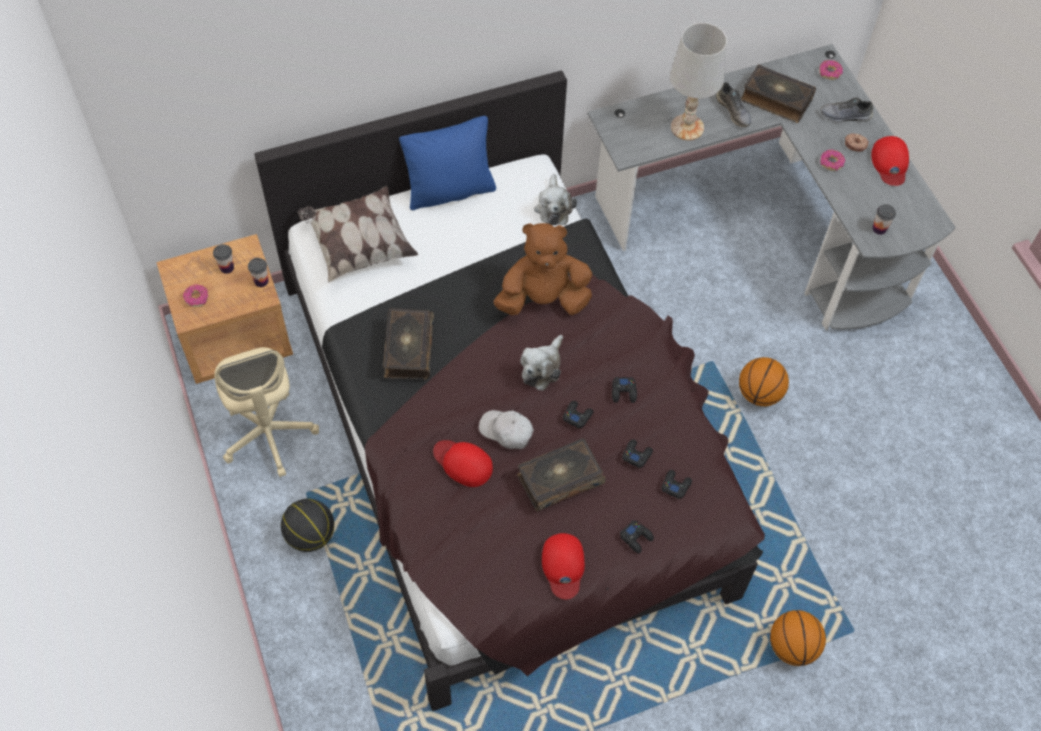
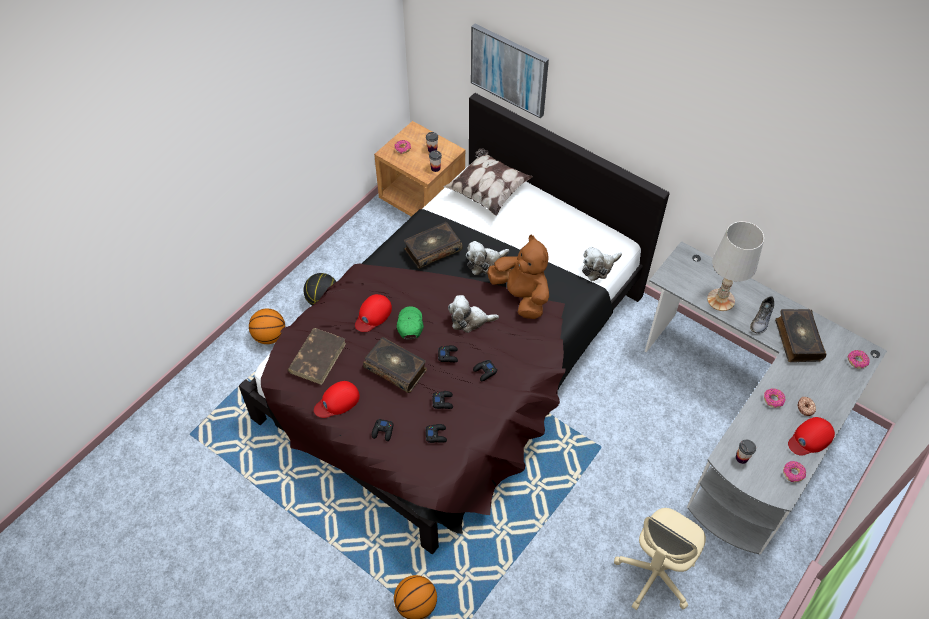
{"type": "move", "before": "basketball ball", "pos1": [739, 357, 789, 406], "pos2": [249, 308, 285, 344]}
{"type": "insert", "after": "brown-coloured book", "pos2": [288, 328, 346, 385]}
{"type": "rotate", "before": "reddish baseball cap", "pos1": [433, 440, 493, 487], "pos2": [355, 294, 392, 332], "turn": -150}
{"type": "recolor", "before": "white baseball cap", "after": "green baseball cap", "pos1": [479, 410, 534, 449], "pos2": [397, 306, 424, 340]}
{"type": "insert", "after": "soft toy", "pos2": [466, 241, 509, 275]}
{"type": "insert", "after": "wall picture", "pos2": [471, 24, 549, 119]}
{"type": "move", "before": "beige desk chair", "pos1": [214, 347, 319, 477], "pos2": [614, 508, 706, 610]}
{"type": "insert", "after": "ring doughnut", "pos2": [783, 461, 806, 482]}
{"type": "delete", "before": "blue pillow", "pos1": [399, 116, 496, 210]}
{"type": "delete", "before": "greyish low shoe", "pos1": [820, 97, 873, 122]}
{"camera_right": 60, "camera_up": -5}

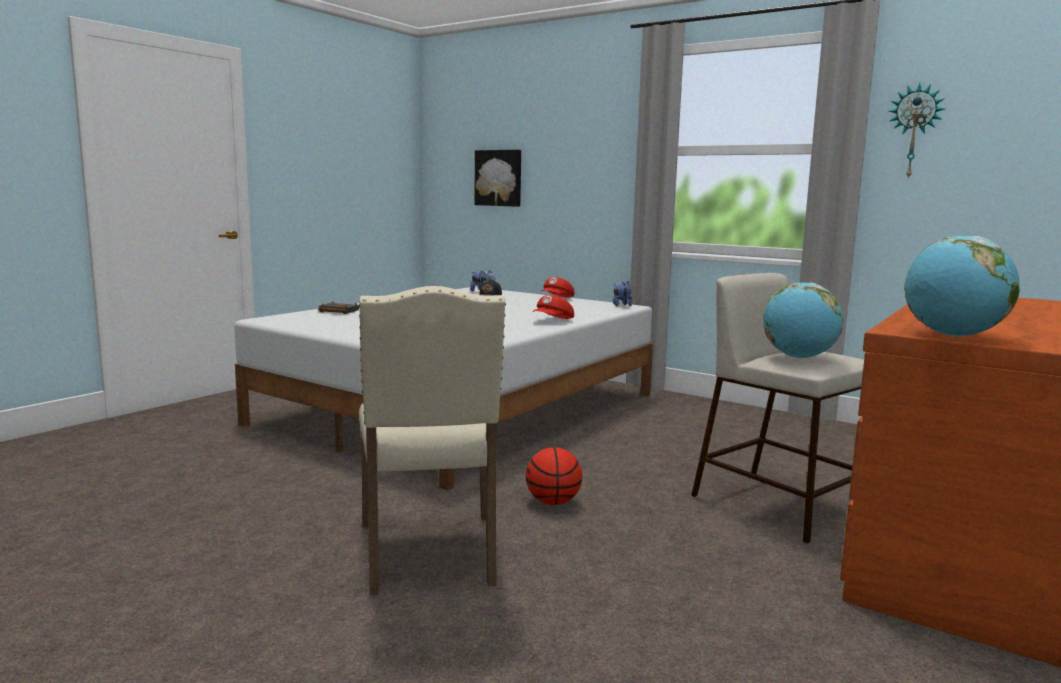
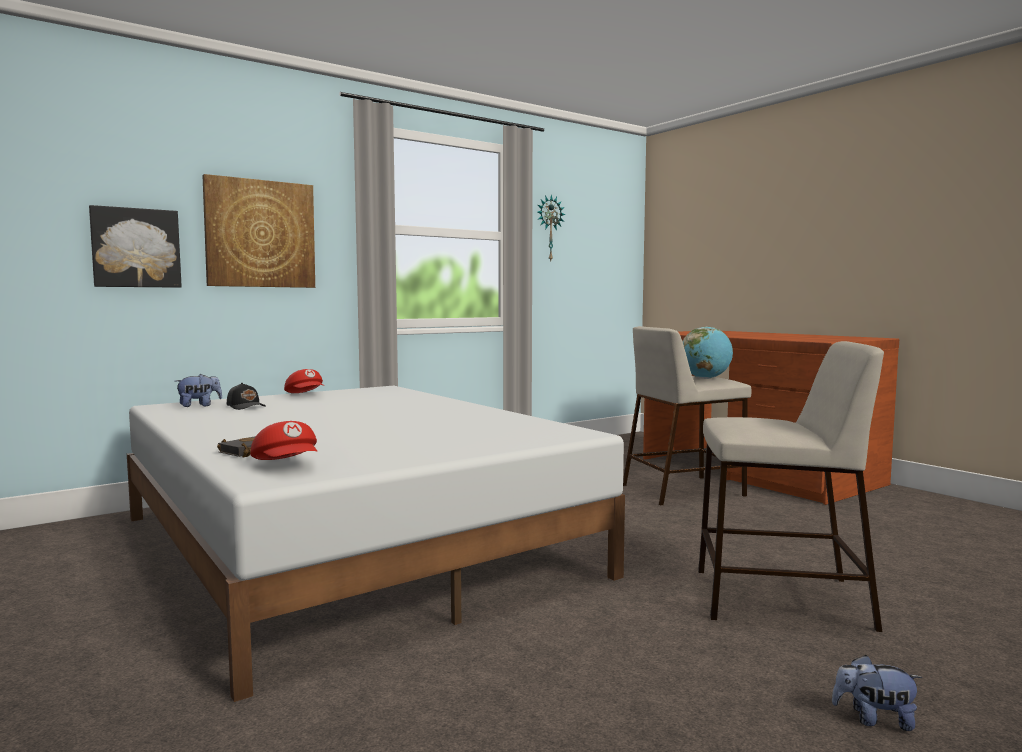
{"type": "insert", "after": "wall picture", "pos2": [202, 174, 315, 288]}
{"type": "move", "before": "reddish baseball cap", "pos1": [532, 295, 574, 319], "pos2": [250, 421, 318, 460]}
{"type": "replace", "before": "beige plain chair", "after": "beige sitting stool", "pos1": [359, 286, 506, 595], "pos2": [698, 341, 884, 632]}
{"type": "move", "before": "soft toy", "pos1": [613, 281, 633, 306], "pos2": [832, 655, 923, 731]}
{"type": "delete", "before": "basketball ball", "pos1": [526, 447, 582, 505]}
{"type": "delete", "before": "globe", "pos1": [904, 236, 1020, 337]}
{"camera_right": -70, "camera_up": -5}

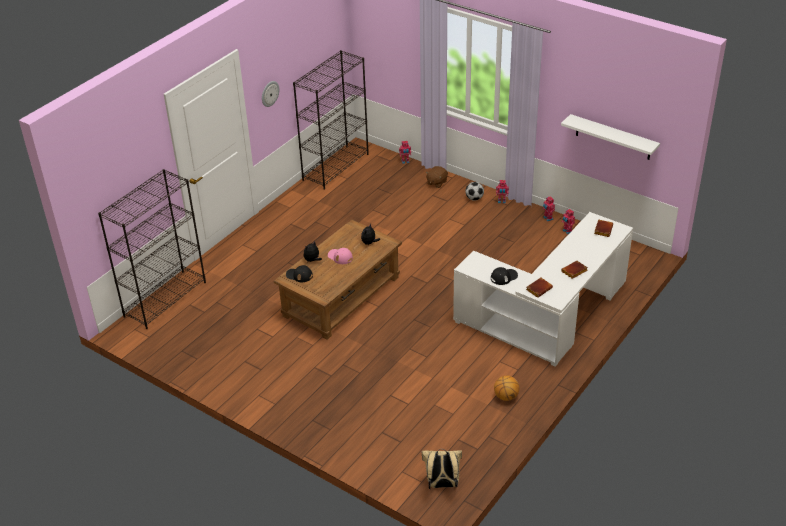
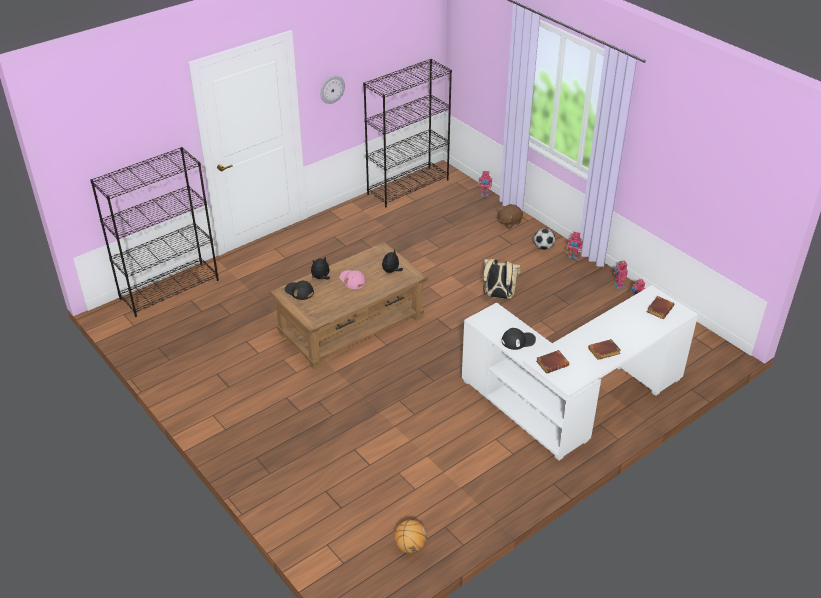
{"type": "move", "before": "basketball ball", "pos1": [494, 375, 519, 401], "pos2": [394, 520, 427, 553]}
{"type": "move", "before": "beige rucksack", "pos1": [422, 449, 462, 489], "pos2": [483, 259, 521, 299]}
{"type": "delete", "before": "white shelf", "pos1": [561, 114, 660, 160]}
{"camera_right": 15, "camera_up": 0}

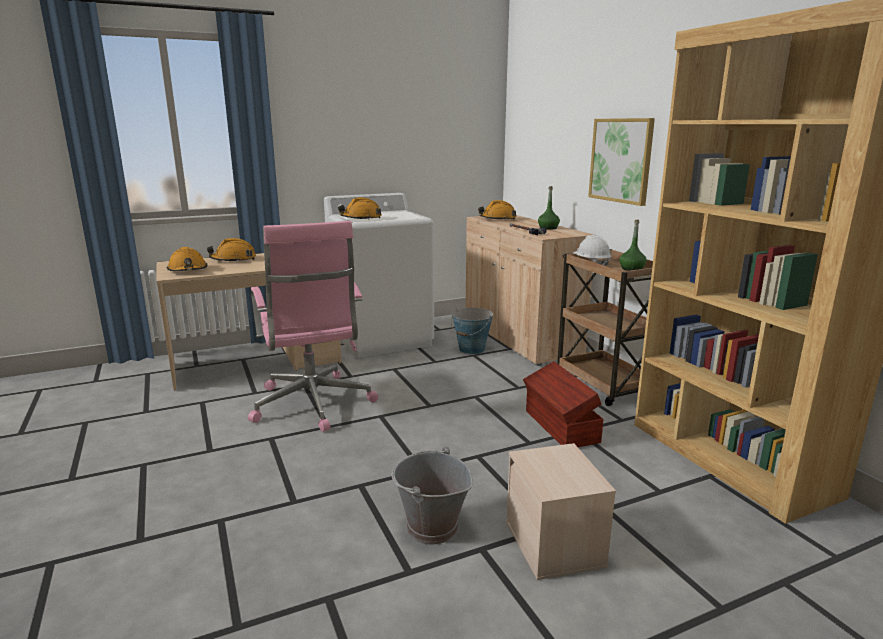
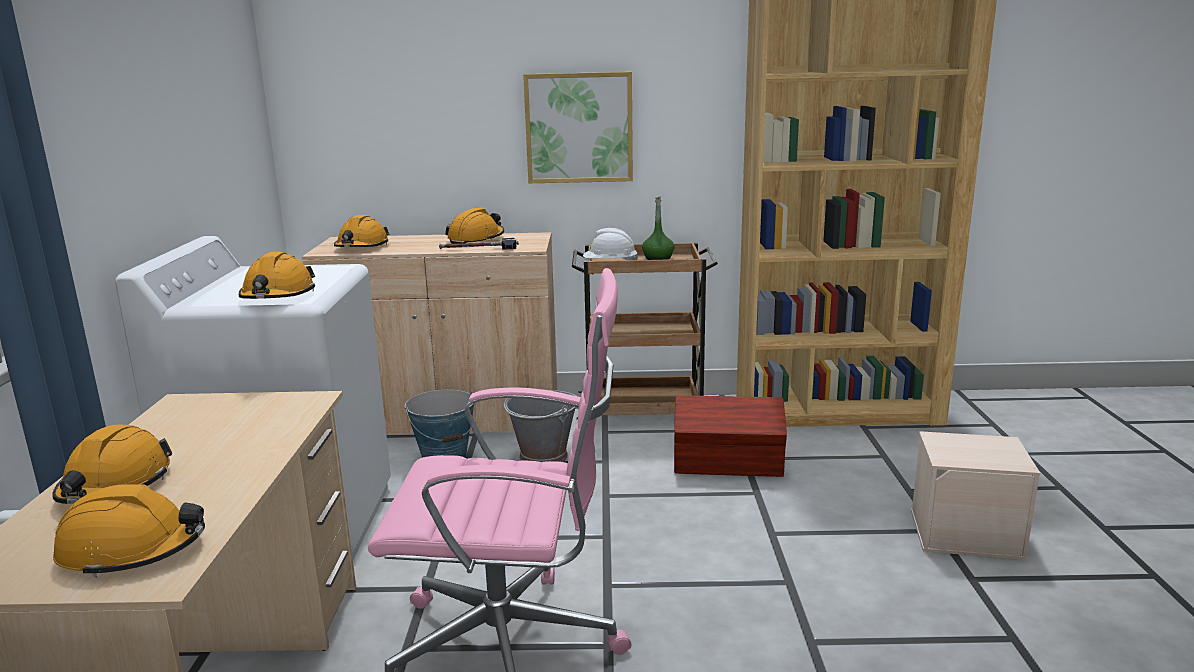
{"type": "replace", "before": "green drink bottle", "after": "orange safety helmet", "pos1": [538, 186, 560, 230], "pos2": [445, 207, 504, 244]}
{"type": "move", "before": "greyish pail", "pos1": [392, 446, 473, 544], "pos2": [504, 387, 576, 462]}
{"camera_right": -65, "camera_up": 0}

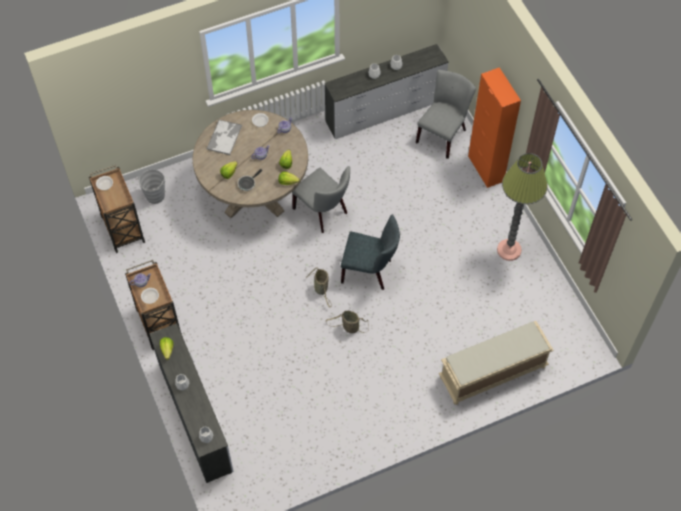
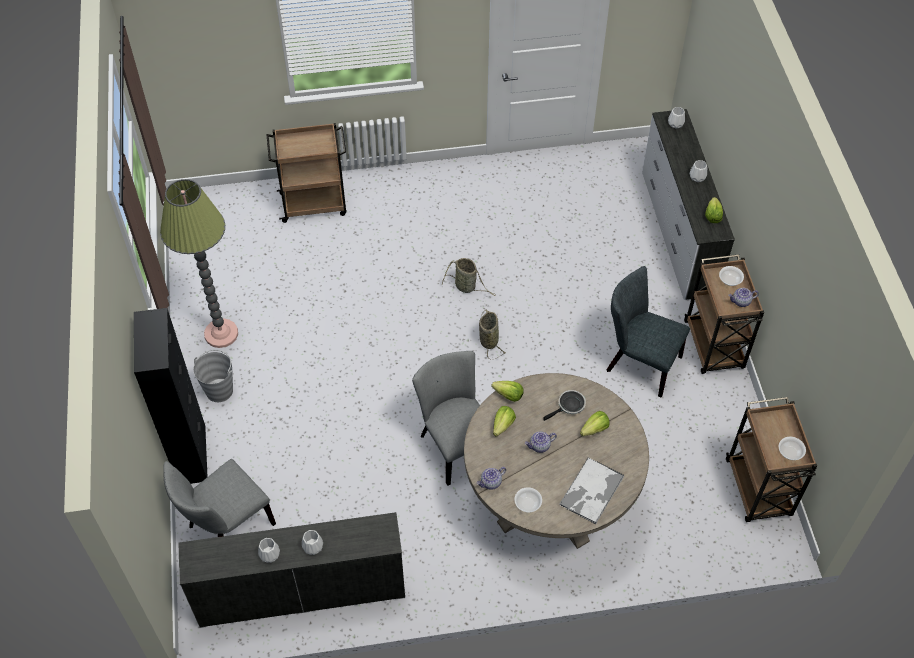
{"type": "recolor", "before": "orange cabinet", "after": "black cabinet", "pos1": [468, 67, 521, 188], "pos2": [134, 308, 207, 484]}
{"type": "move", "before": "greyish pail", "pos1": [137, 170, 165, 204], "pos2": [193, 350, 233, 402]}
{"type": "replace", "before": "beige indoor bench", "after": "brown-coloured wheeled cart", "pos1": [439, 321, 554, 405], "pos2": [267, 123, 347, 223]}
{"type": "move", "before": "greyish plain chair", "pos1": [341, 215, 400, 290], "pos2": [607, 266, 690, 397]}
{"camera_right": -165, "camera_up": -5}

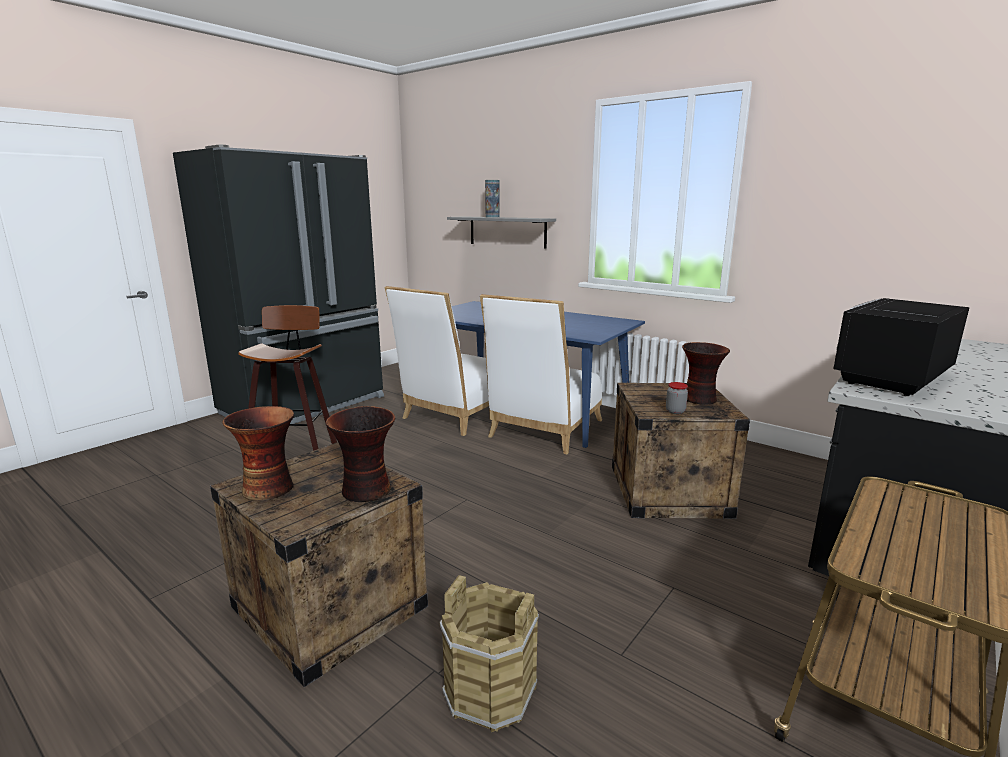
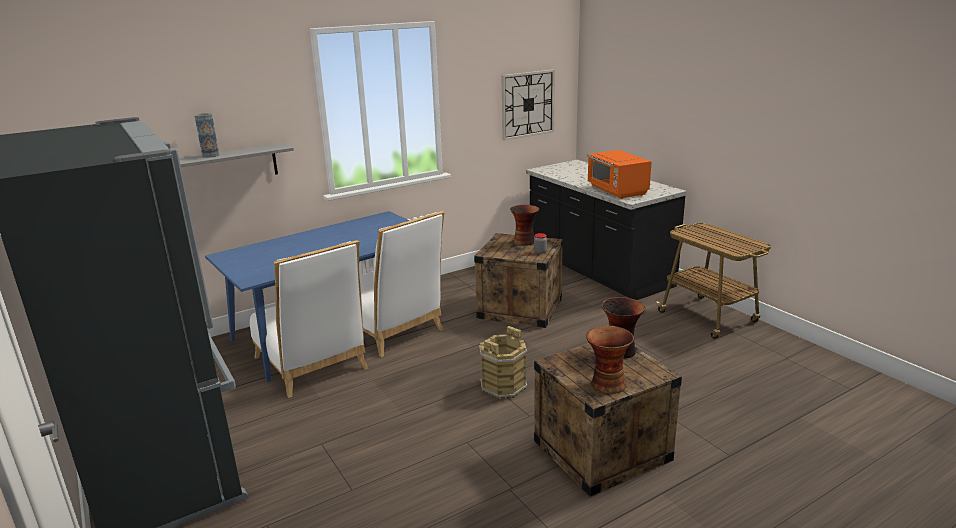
{"type": "move", "before": "brown-coloured pail", "pos1": [439, 575, 539, 732], "pos2": [479, 326, 527, 399]}
{"type": "insert", "after": "clock on the wall", "pos2": [501, 70, 555, 140]}
{"type": "recolor", "before": "black kitchen microwave", "after": "orange kitchen microwave", "pos1": [833, 298, 970, 396], "pos2": [587, 150, 652, 199]}
{"type": "delete", "before": "sitting stool", "pos1": [238, 305, 337, 451]}
{"camera_right": -70, "camera_up": 5}

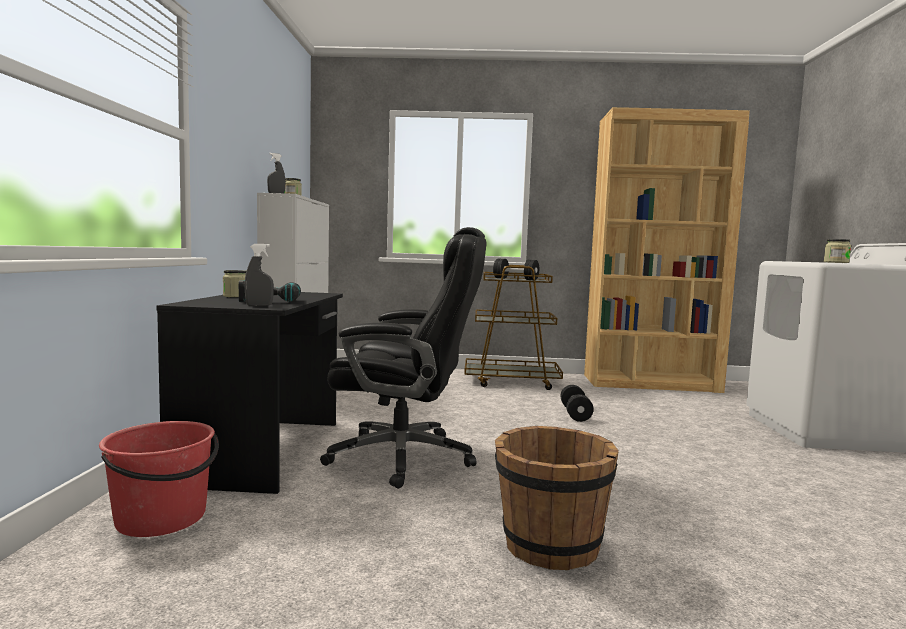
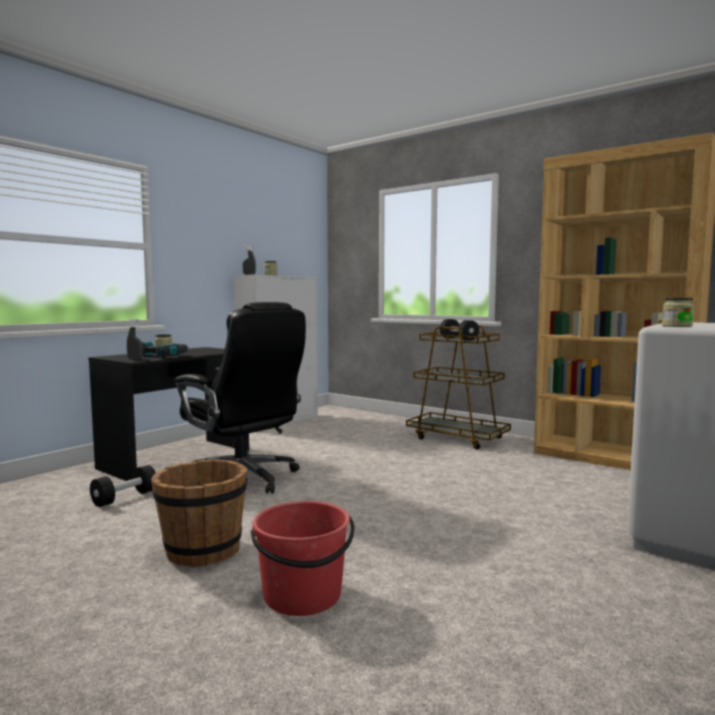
{"type": "move", "before": "black dumbbell", "pos1": [561, 385, 594, 422], "pos2": [90, 465, 156, 507]}
{"type": "move", "before": "reddish pail", "pos1": [99, 421, 219, 537], "pos2": [251, 501, 354, 616]}
{"camera_right": 35, "camera_up": 0}

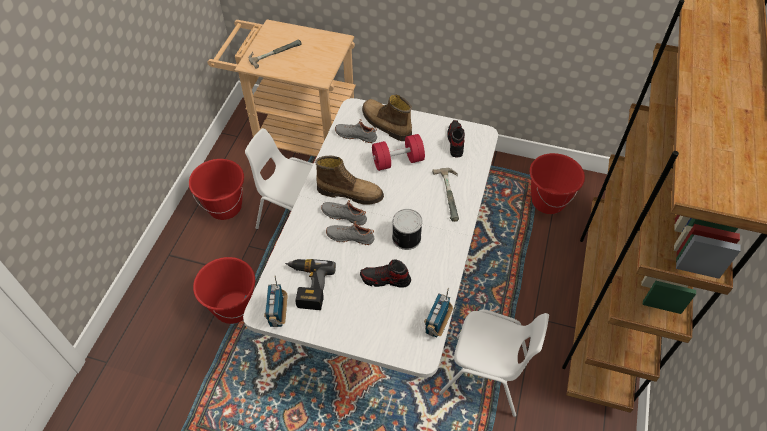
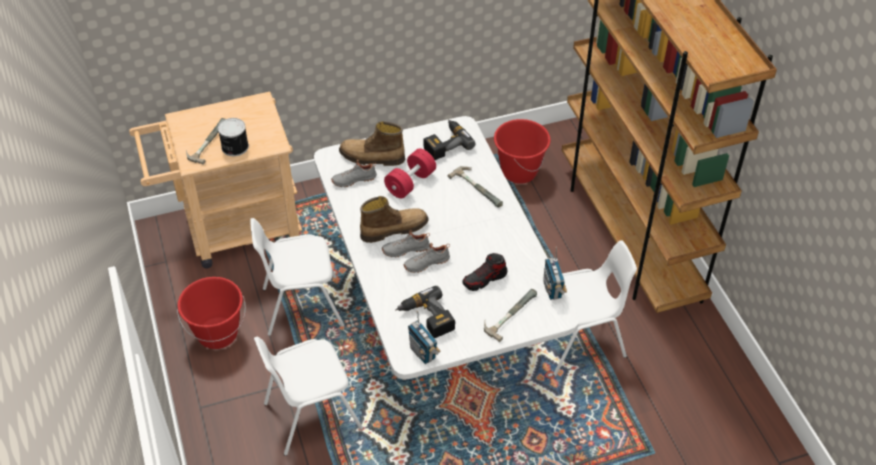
{"type": "move", "before": "sealed can", "pos1": [392, 209, 423, 250], "pos2": [218, 118, 249, 156]}
{"type": "replace", "before": "reddish pail", "after": "white plain chair", "pos1": [193, 257, 255, 324], "pos2": [254, 337, 363, 456]}
{"type": "replace", "before": "low shoe", "after": "power drill", "pos1": [447, 120, 465, 157], "pos2": [424, 119, 475, 160]}
{"type": "insert", "after": "tool hammer", "pos2": [484, 289, 537, 342]}
{"camera_right": -35, "camera_up": -5}

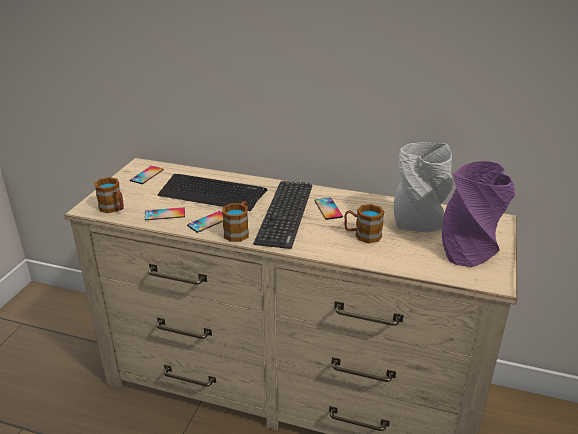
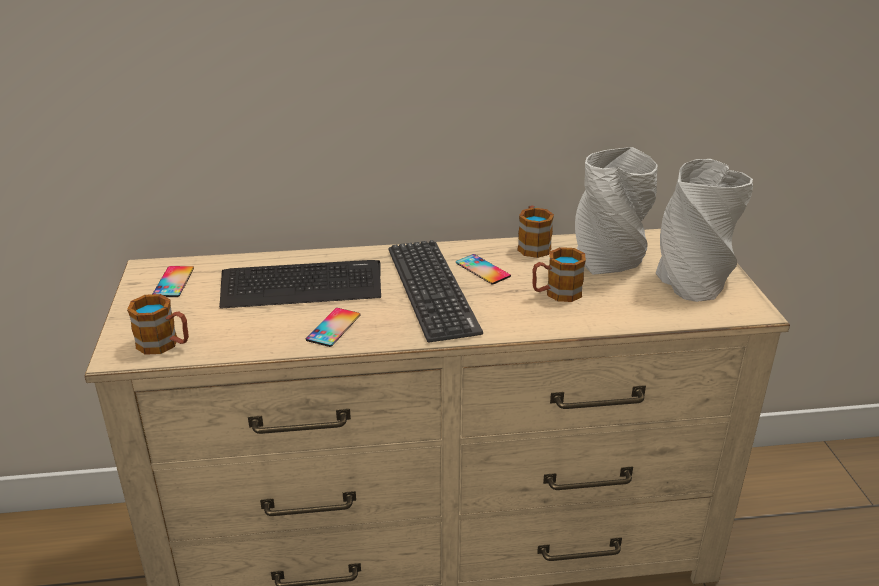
{"type": "move", "before": "tea mug", "pos1": [222, 201, 249, 242], "pos2": [517, 205, 554, 258]}
{"type": "recolor", "before": "purplish flower vase", "after": "greyish flower vase", "pos1": [442, 161, 515, 267], "pos2": [655, 159, 753, 302]}
{"type": "delete", "before": "handset", "pos1": [145, 207, 185, 220]}
{"camera_right": -25, "camera_up": 0}

